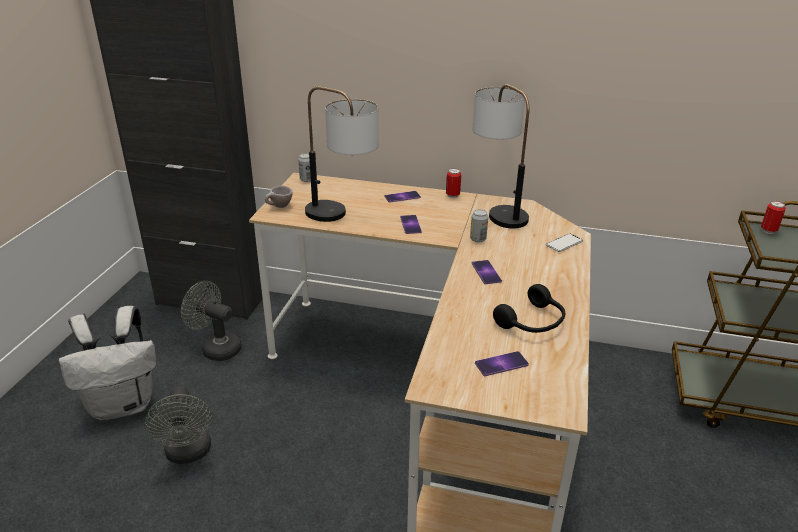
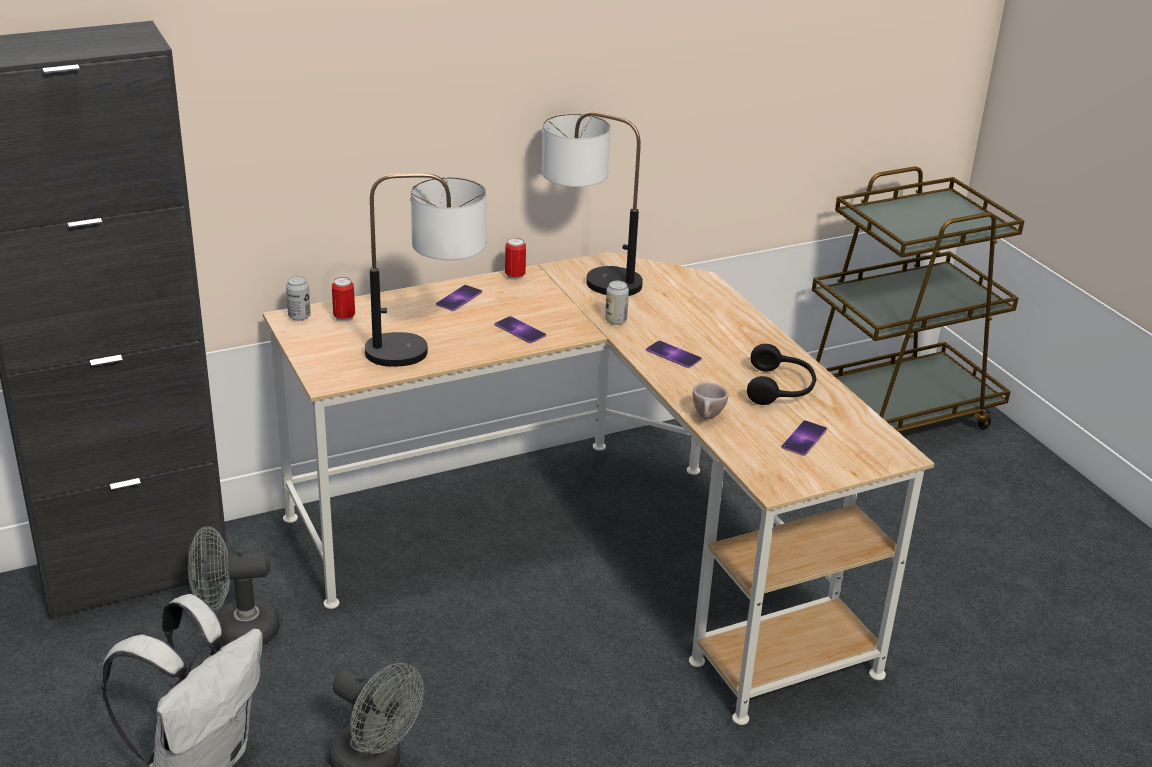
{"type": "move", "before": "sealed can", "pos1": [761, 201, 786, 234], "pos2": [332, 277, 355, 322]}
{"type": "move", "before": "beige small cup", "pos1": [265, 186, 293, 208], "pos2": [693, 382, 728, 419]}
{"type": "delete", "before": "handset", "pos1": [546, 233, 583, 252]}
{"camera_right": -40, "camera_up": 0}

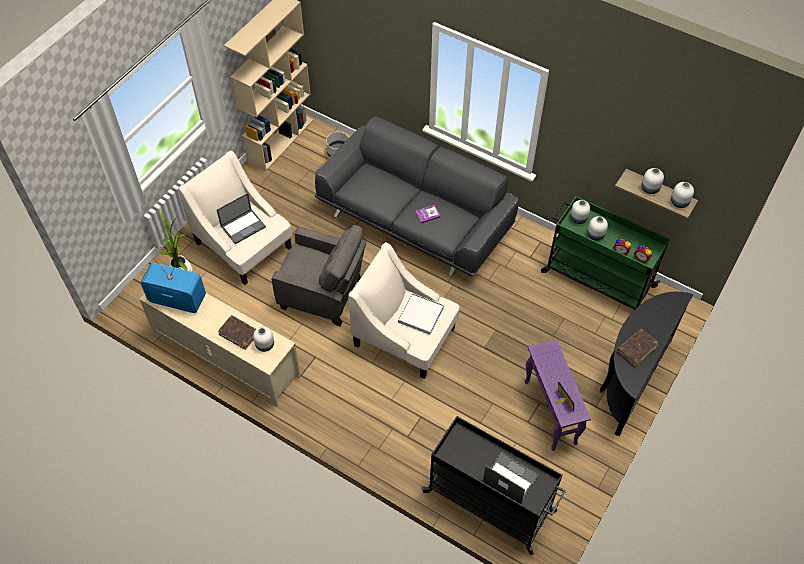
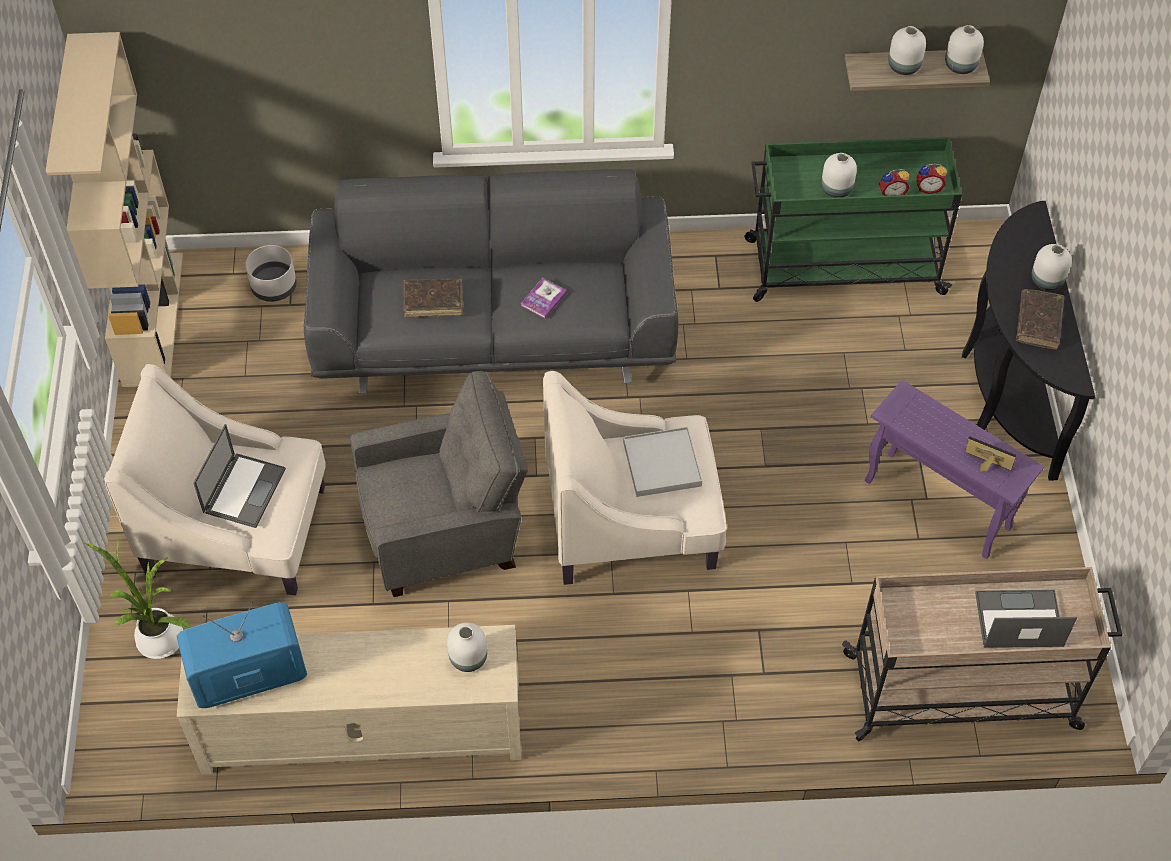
{"type": "move", "before": "brown-coloured book", "pos1": [218, 315, 256, 350], "pos2": [403, 278, 463, 318]}
{"type": "recolor", "before": "black wheeled cart", "after": "beige wheeled cart", "pos1": [421, 416, 566, 555], "pos2": [842, 567, 1123, 741]}
{"type": "move", "before": "white flower vase", "pos1": [570, 200, 590, 224], "pos2": [1032, 244, 1071, 291]}
{"camera_right": -35, "camera_up": 0}

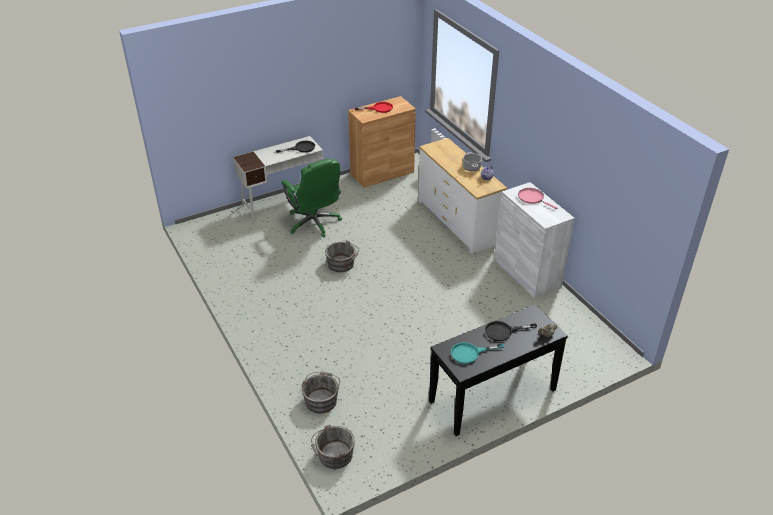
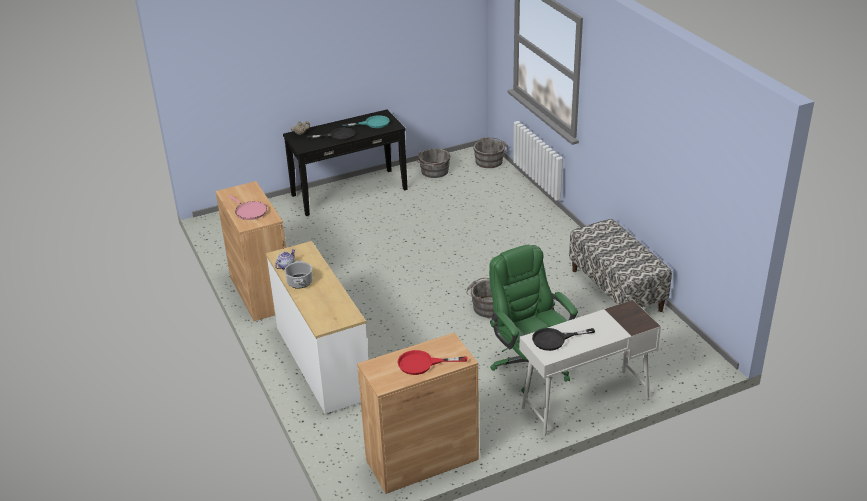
{"type": "recolor", "before": "white cabinet", "after": "brown-coloured cabinet", "pos1": [494, 182, 575, 298], "pos2": [216, 181, 286, 321]}
{"type": "move", "before": "greyish pail", "pos1": [302, 371, 340, 413], "pos2": [417, 148, 450, 178]}
{"type": "insert", "after": "indoor bench", "pos2": [569, 219, 672, 312]}
{"camera_right": -175, "camera_up": -5}

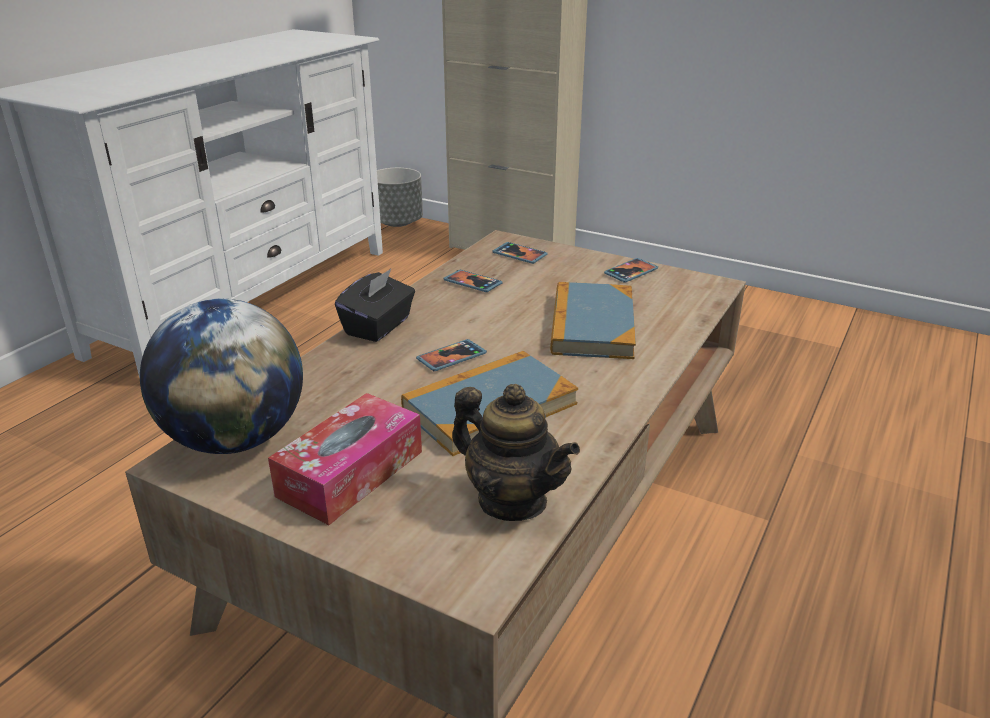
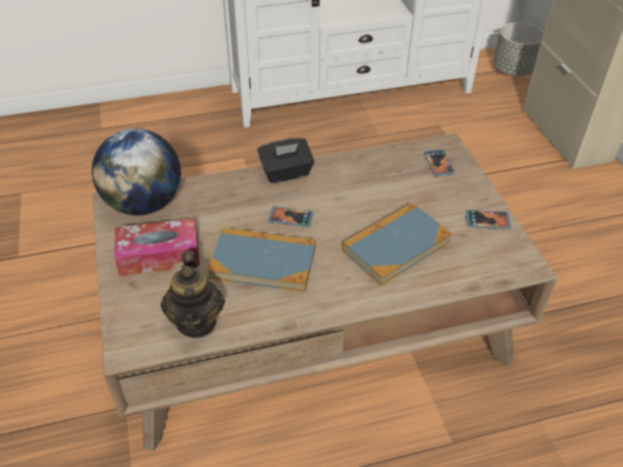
{"type": "delete", "before": "handset", "pos1": [443, 270, 503, 292]}
{"camera_right": 45, "camera_up": 15}

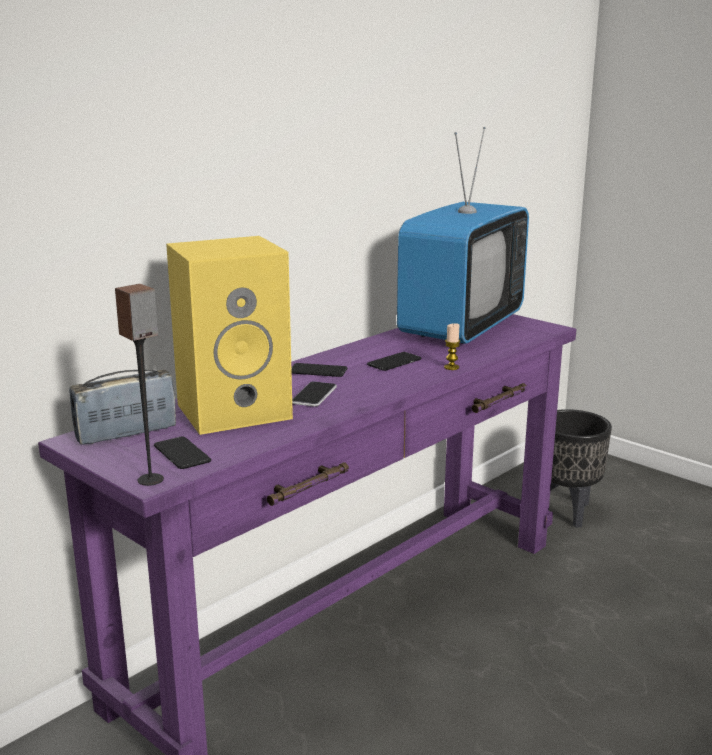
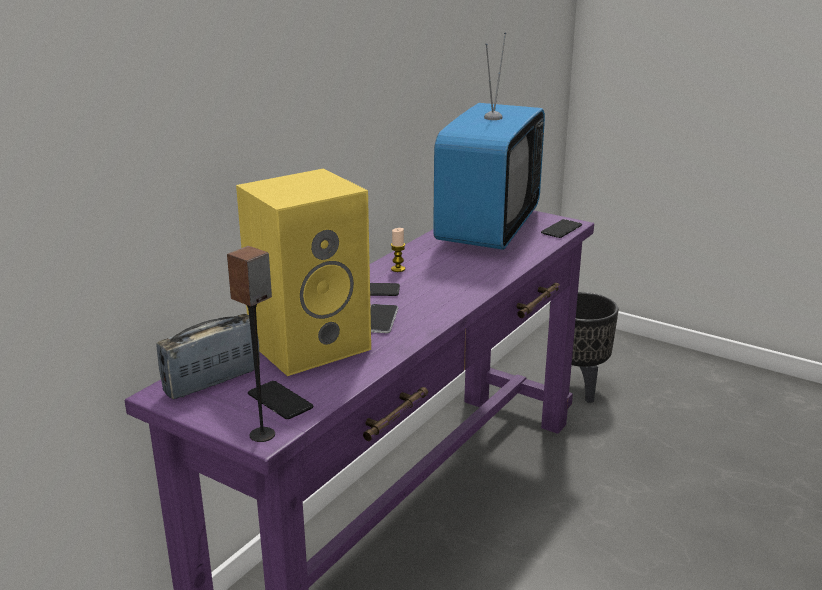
{"type": "move", "before": "candle", "pos1": [444, 323, 460, 370], "pos2": [391, 228, 405, 272]}
{"type": "move", "before": "handset", "pos1": [367, 352, 422, 371], "pos2": [541, 219, 582, 238]}
{"camera_right": -10, "camera_up": 5}

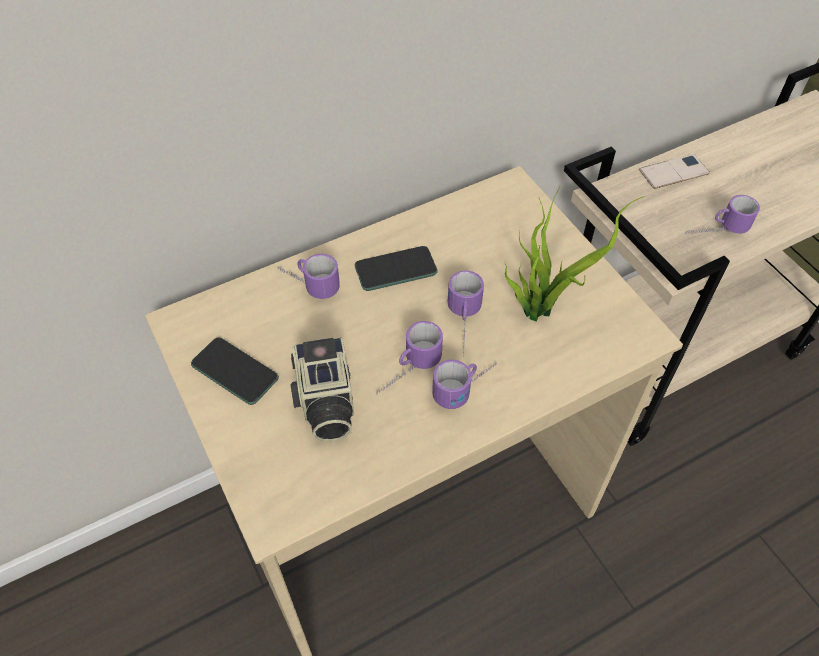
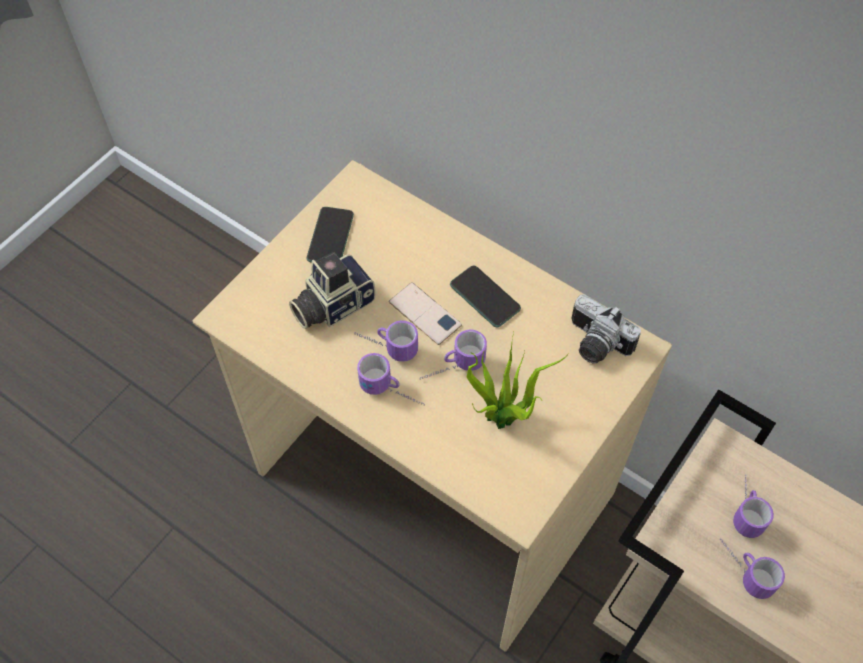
{"type": "move", "before": "handset", "pos1": [639, 154, 710, 189], "pos2": [389, 282, 462, 345]}
{"type": "insert", "after": "still camera", "pos2": [572, 294, 641, 364]}
{"type": "move", "before": "tea mug", "pos1": [277, 254, 340, 299], "pos2": [733, 474, 774, 538]}
{"camera_right": 65, "camera_up": 5}

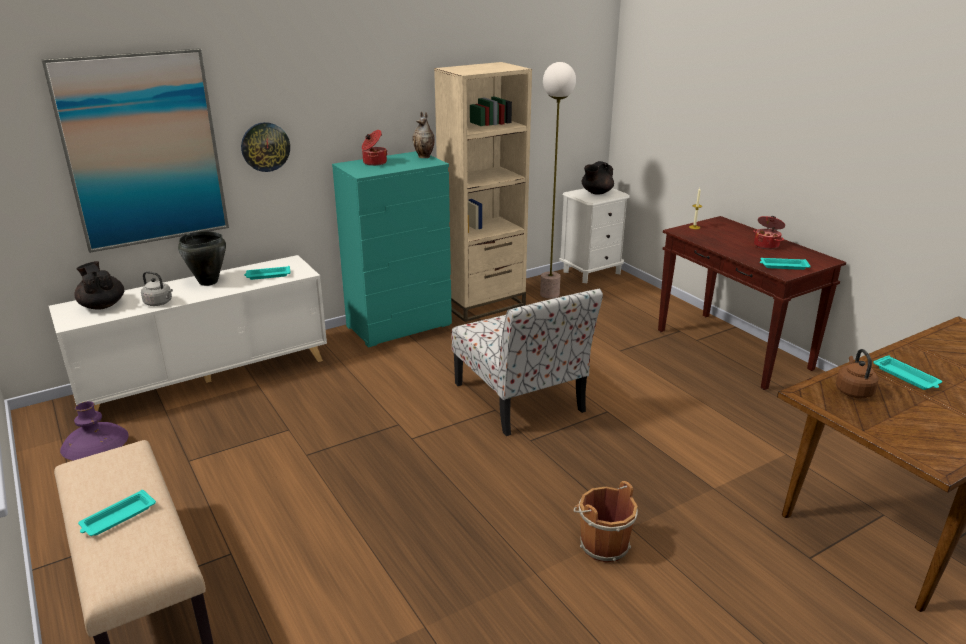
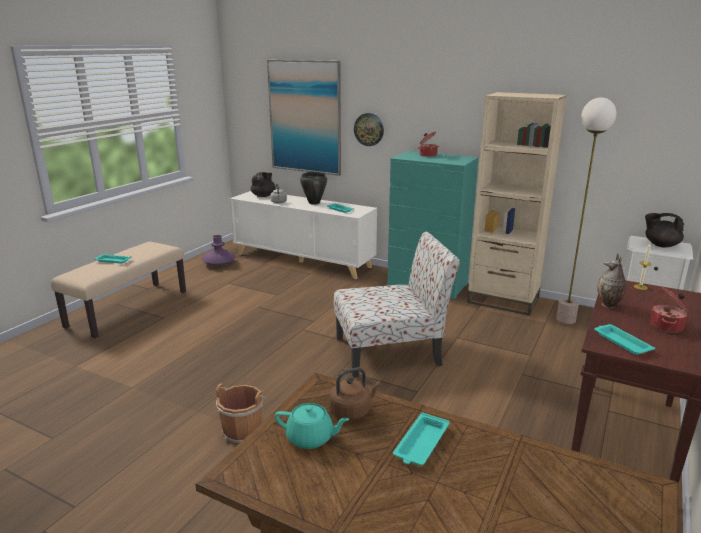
{"type": "insert", "after": "turquoise-coloured tea pot", "pos2": [275, 403, 349, 449]}
{"type": "rotate", "before": "plain chair", "pos1": [451, 289, 603, 436], "pos2": [334, 232, 460, 377], "turn": -135}
{"type": "move", "before": "flower vase", "pos1": [412, 111, 435, 158], "pos2": [597, 254, 627, 309]}
{"camera_right": 60, "camera_up": -5}

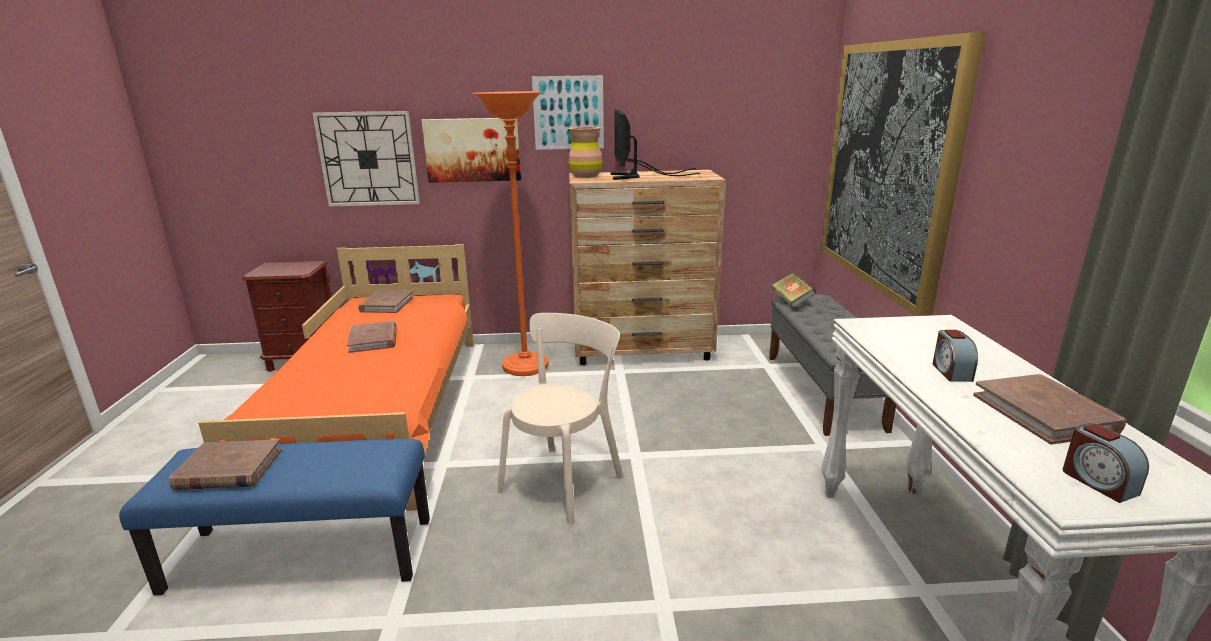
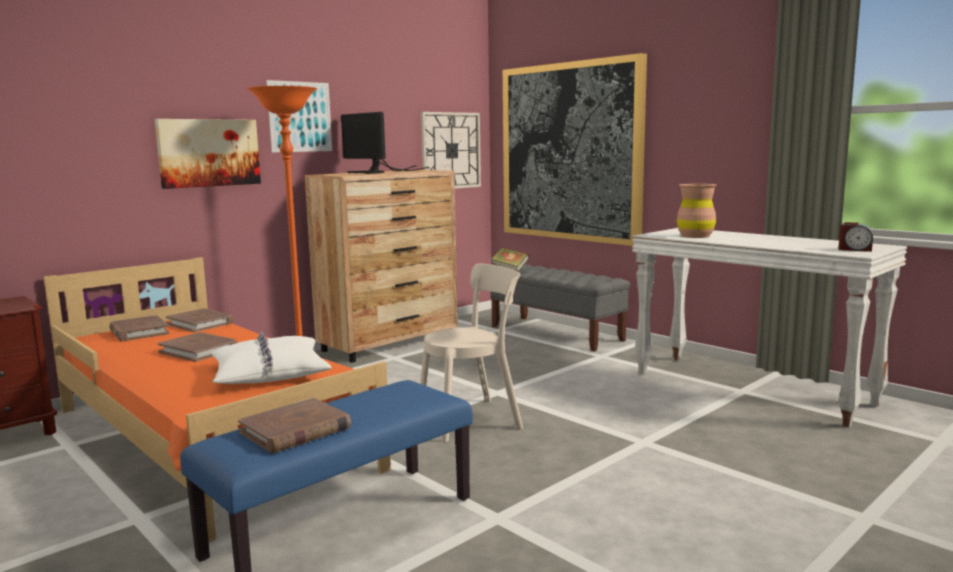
{"type": "move", "before": "brown-coloured book", "pos1": [973, 374, 1126, 445], "pos2": [166, 308, 233, 332]}
{"type": "insert", "after": "white pillow", "pos2": [210, 331, 332, 384]}
{"type": "rotate", "before": "beige plain chair", "pos1": [497, 313, 623, 525], "pos2": [420, 264, 523, 442], "turn": 75}
{"type": "move", "before": "clock on the wall", "pos1": [312, 111, 420, 207], "pos2": [421, 112, 481, 189]}
{"type": "move", "before": "brown-coloured flower vase", "pos1": [568, 127, 602, 178], "pos2": [677, 184, 717, 238]}
{"type": "delete", "before": "bedside clock", "pos1": [933, 330, 978, 382]}
{"camera_right": -40, "camera_up": -10}

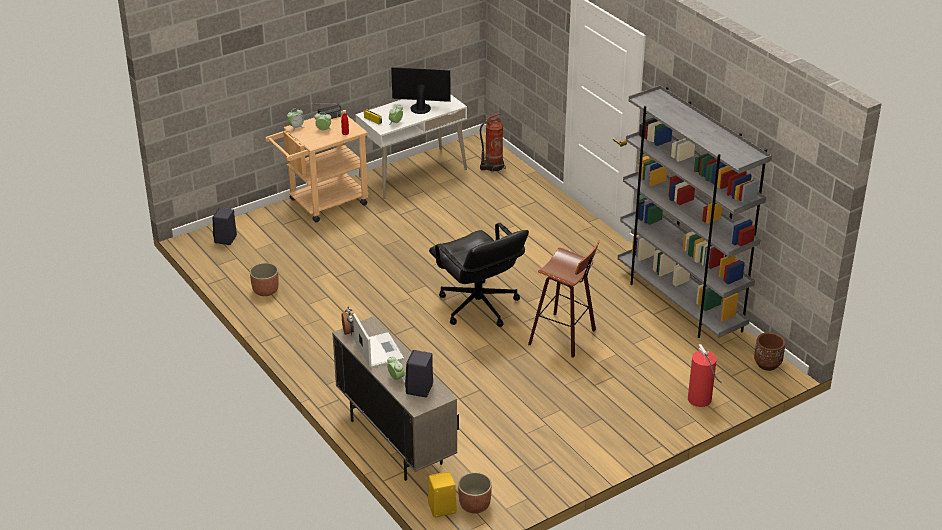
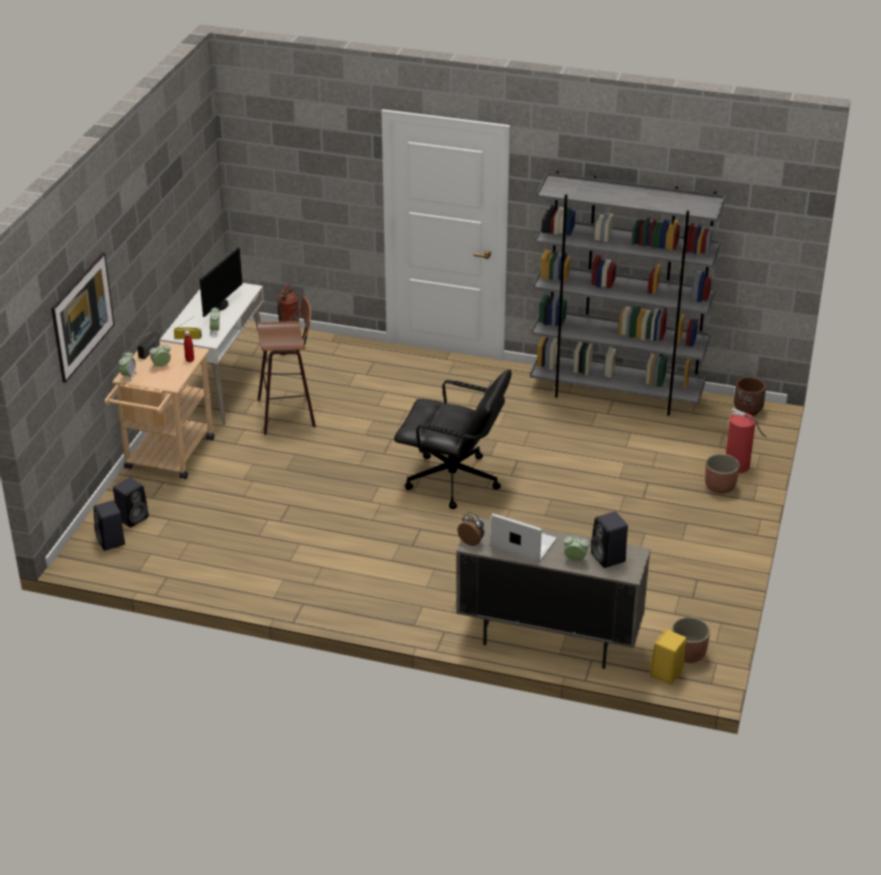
{"type": "insert", "after": "wall picture", "pos2": [51, 252, 114, 383]}
{"type": "insert", "after": "black audio speaker", "pos2": [113, 478, 149, 528]}
{"type": "rotate", "before": "computer screen", "pos1": [391, 67, 451, 114], "pos2": [199, 247, 242, 317], "turn": 150}
{"type": "move", "before": "sitting stool", "pos1": [528, 240, 600, 358], "pos2": [257, 297, 316, 435]}
{"type": "move", "before": "plant pot", "pos1": [250, 263, 279, 296], "pos2": [705, 454, 740, 494]}
{"camera_right": -40, "camera_up": 0}

